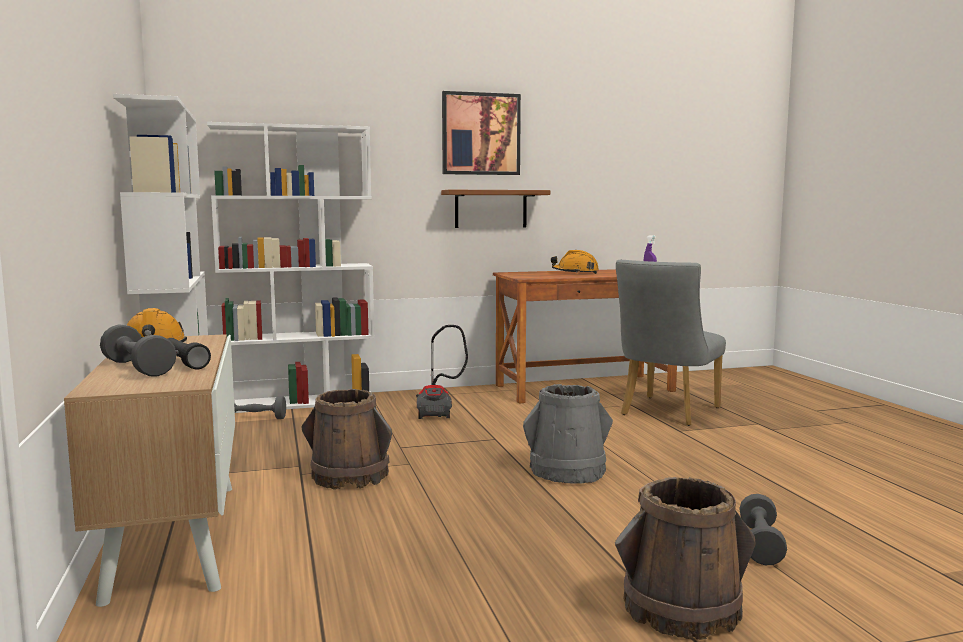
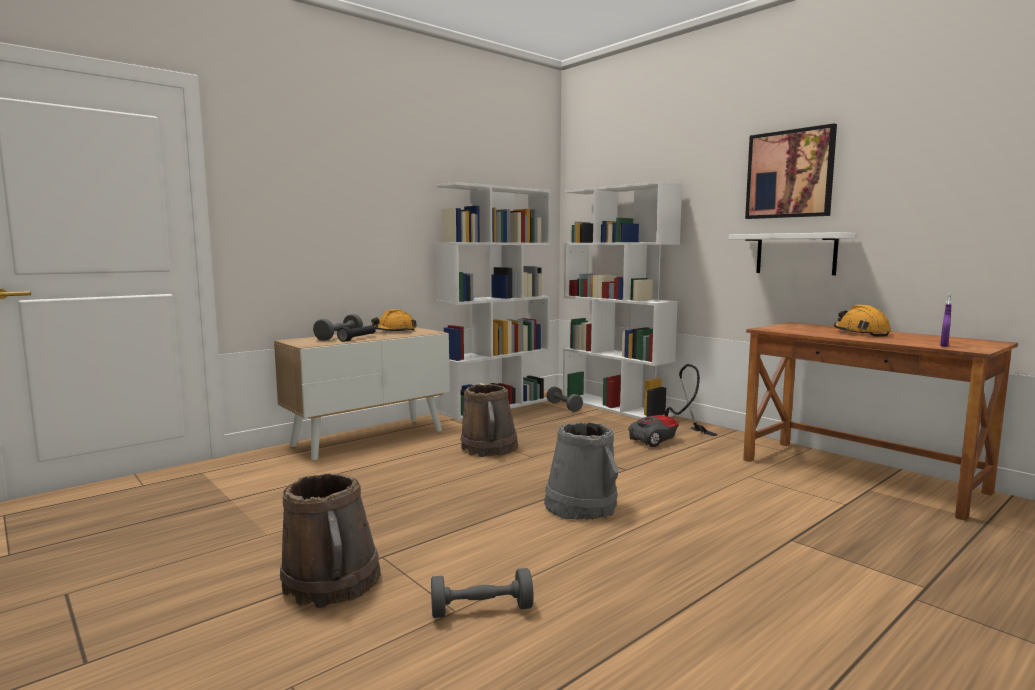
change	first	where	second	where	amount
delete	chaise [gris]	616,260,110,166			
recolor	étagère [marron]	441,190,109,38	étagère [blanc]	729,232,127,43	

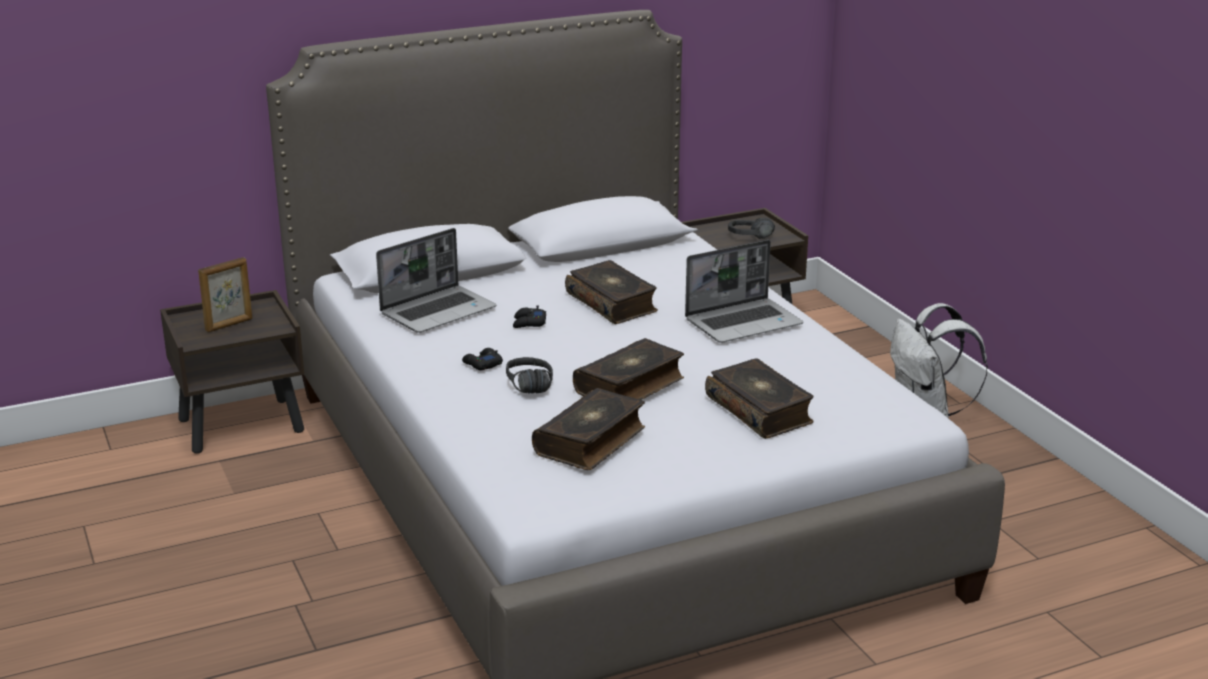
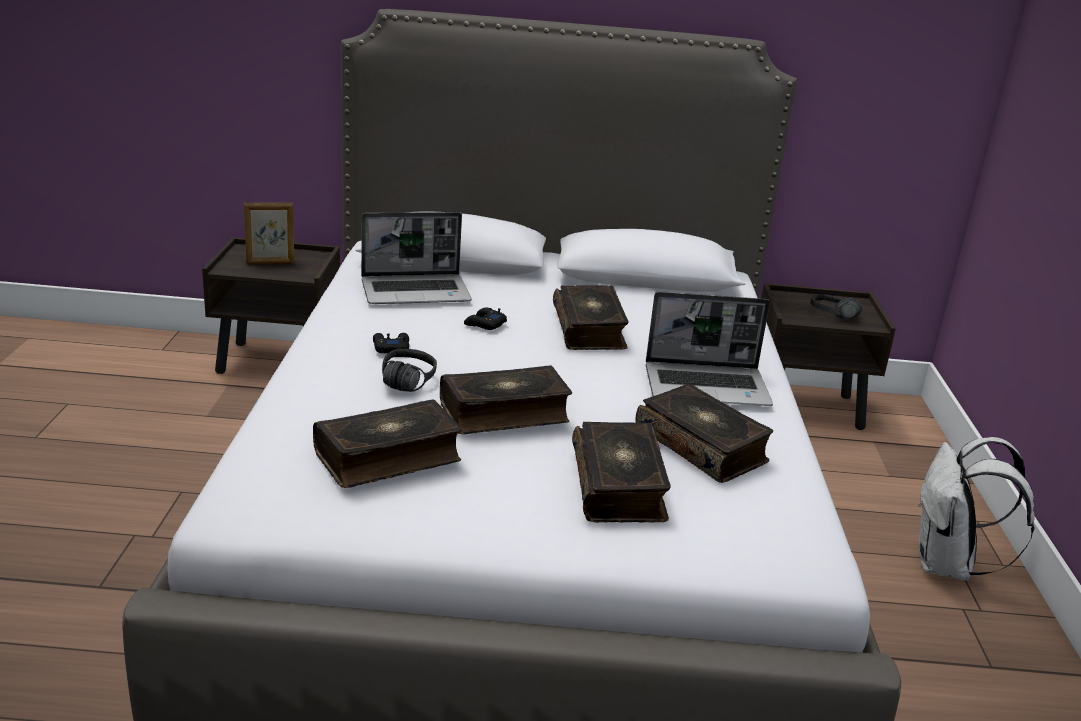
change	first	where	second	where	amount
insert			livre	635,384,138,99	

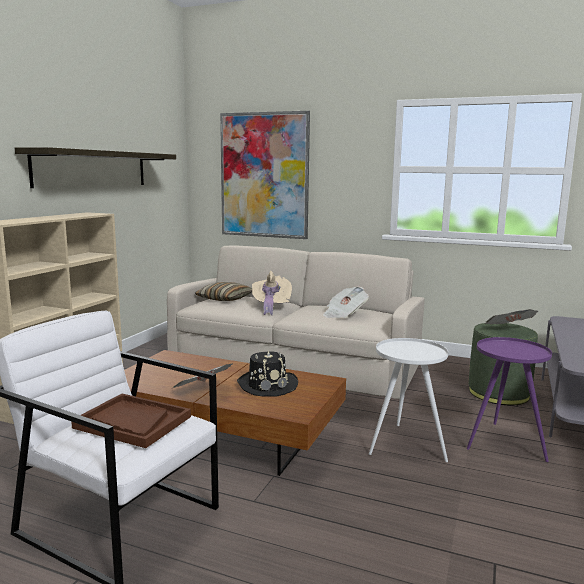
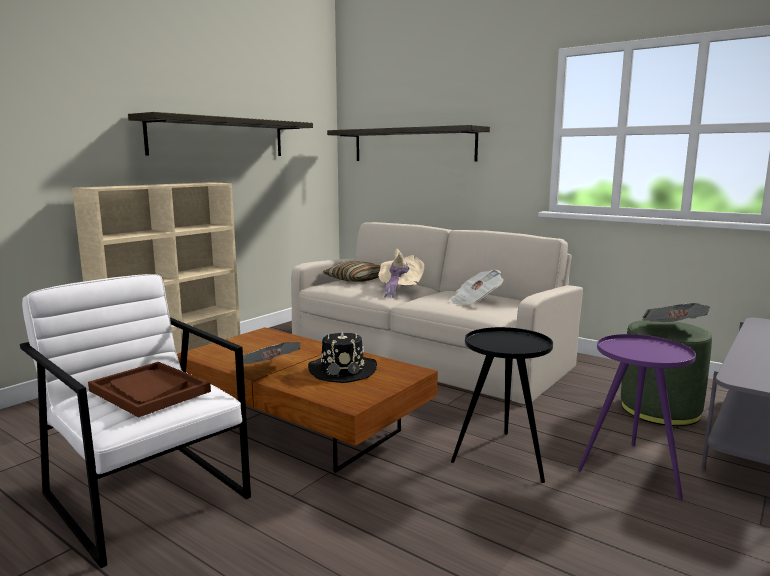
change	first	where	second	where	amount
replace	tableau	220,111,90,128	étagère	327,125,163,37	
recolor	table d'appoint [blanc]	369,338,79,124	table d'appoint [noir]	451,327,102,156	

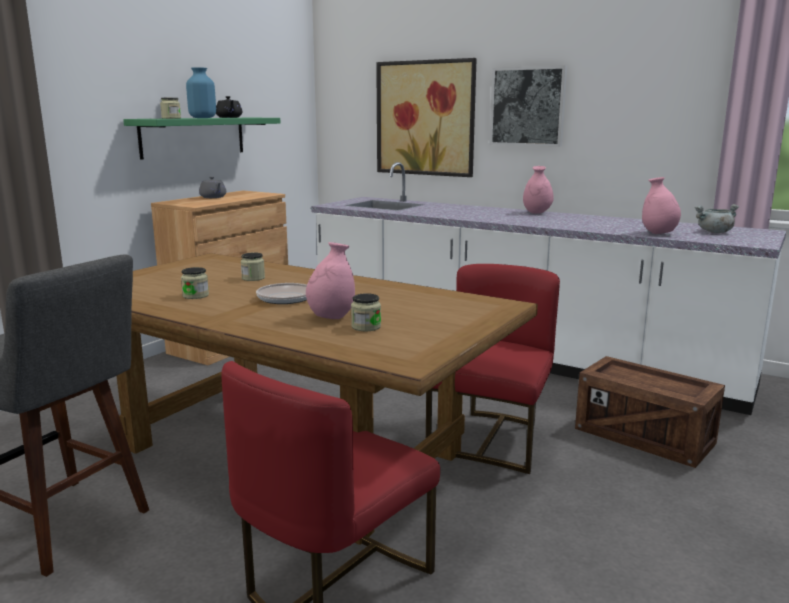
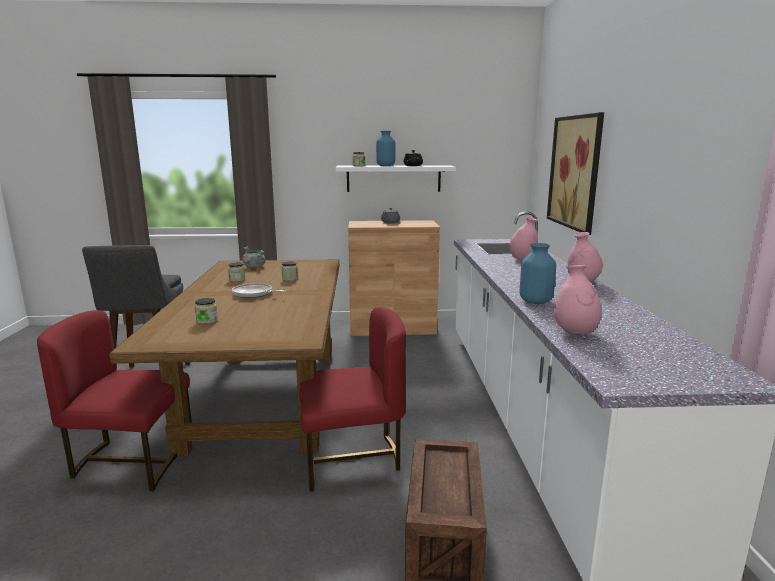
change	first	where	second	where	amount
delete	tableau	489,65,78,82			
insert			vase [bleu]	520,243,36,61	
move	vase [rose]	306,242,49,77		509,217,29,43	
move	marmite [gris]	695,204,44,29		242,247,24,21	
recolor	étagère [vert]	123,118,158,41	étagère [blanc]	335,165,121,27	

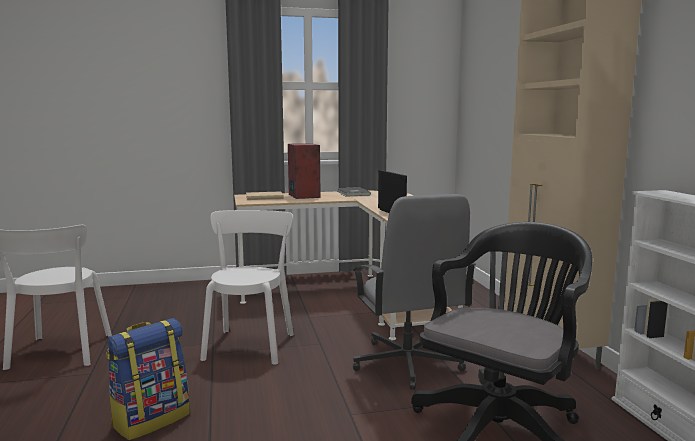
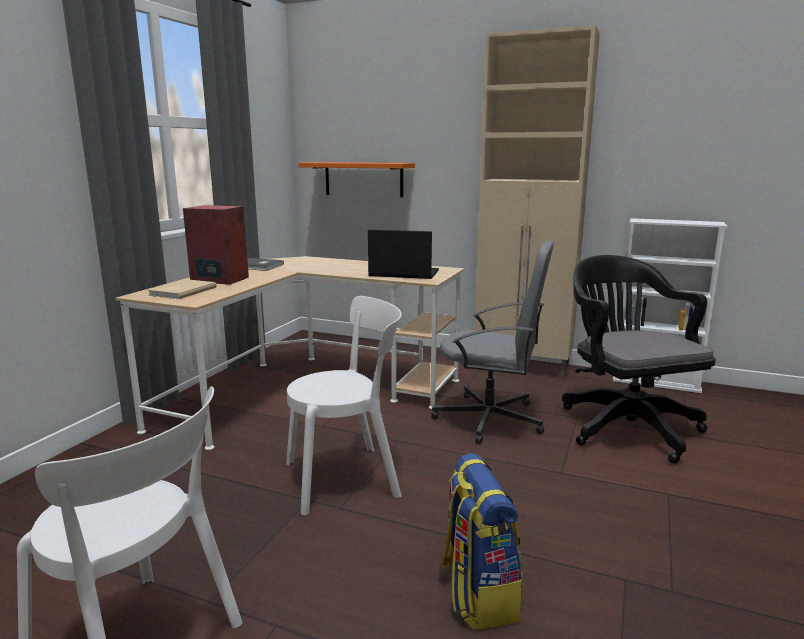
change	first	where	second	where	amount
insert			étagère [orange]	299,162,116,35	
rotate	chaise [blanc]	200,210,94,155		286,296,116,219	120 degrees clockwise

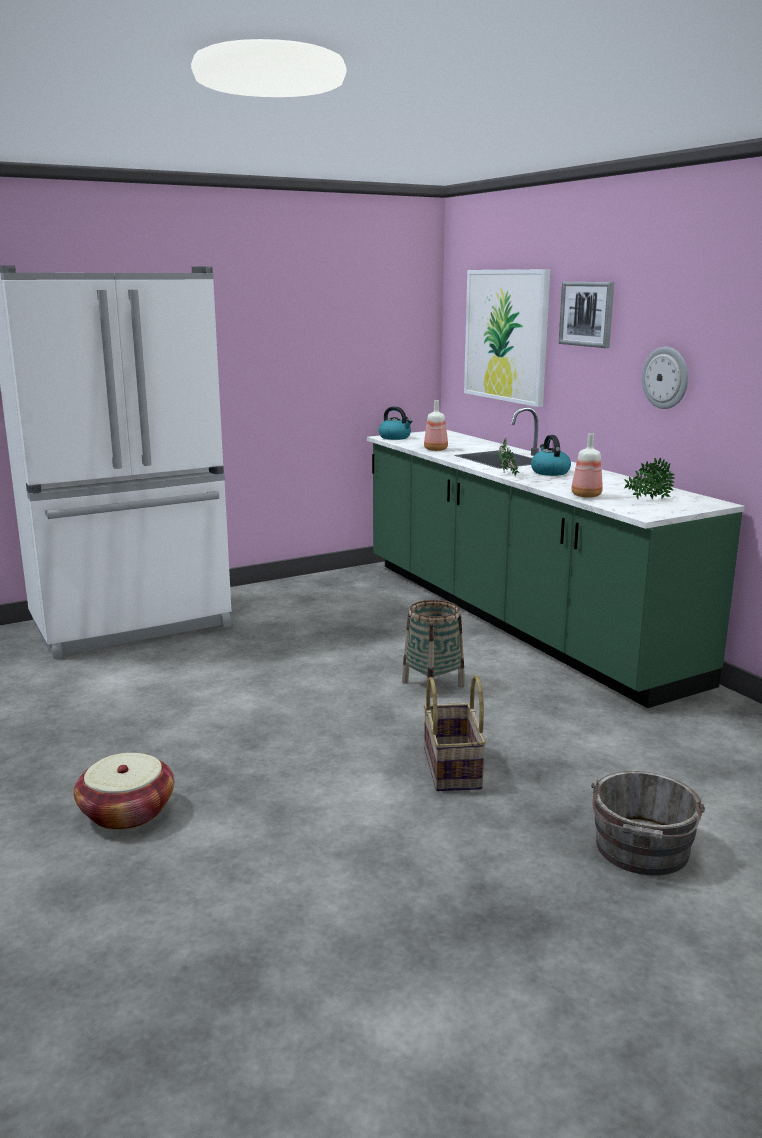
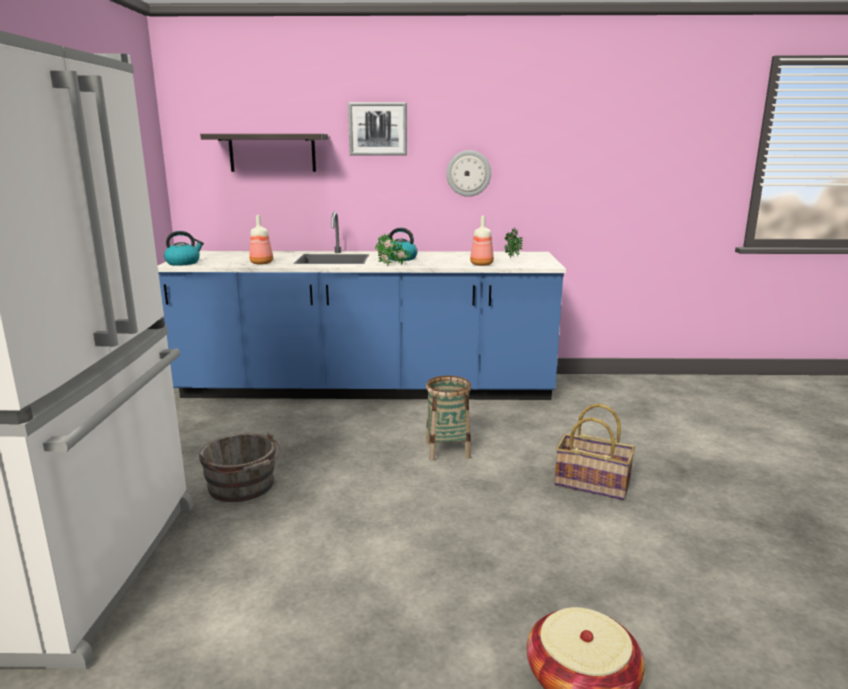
change	first	where	second	where	amount
move	seau [gris]	591,771,114,105		199,432,82,70	
replace	tableau	464,269,86,138	étagère	200,134,128,38	
recolor	comptoir de cuisine [vert]	367,407,378,301	comptoir de cuisine [bleu]	158,212,408,188	

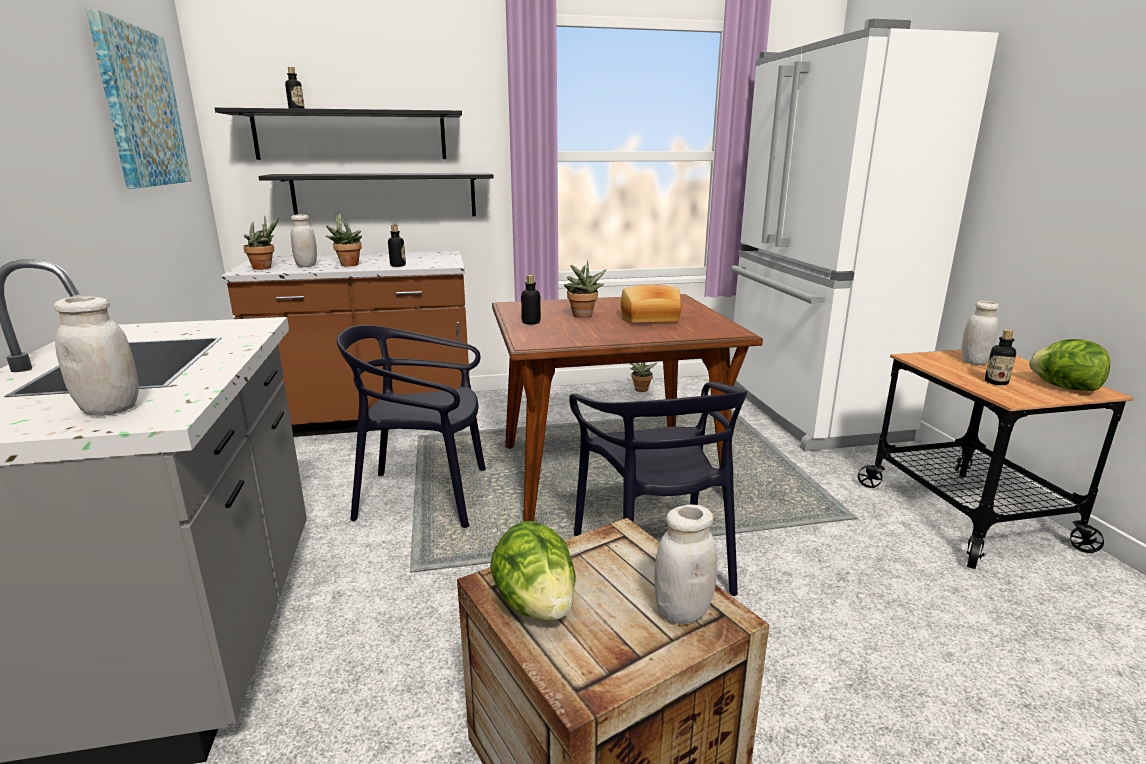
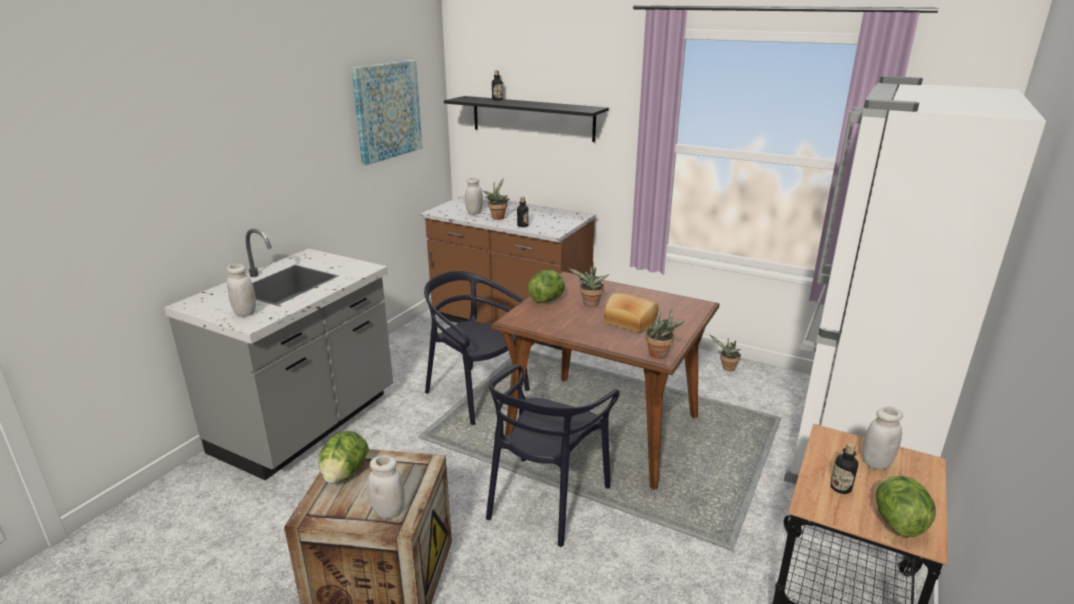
change	first	where	second	where	amount
delete	étagère [noir]	259,173,234,43			
move	plante en pot	243,216,36,54		645,309,39,50	
replace	bouteille	521,275,20,50	laitue	528,270,37,33	

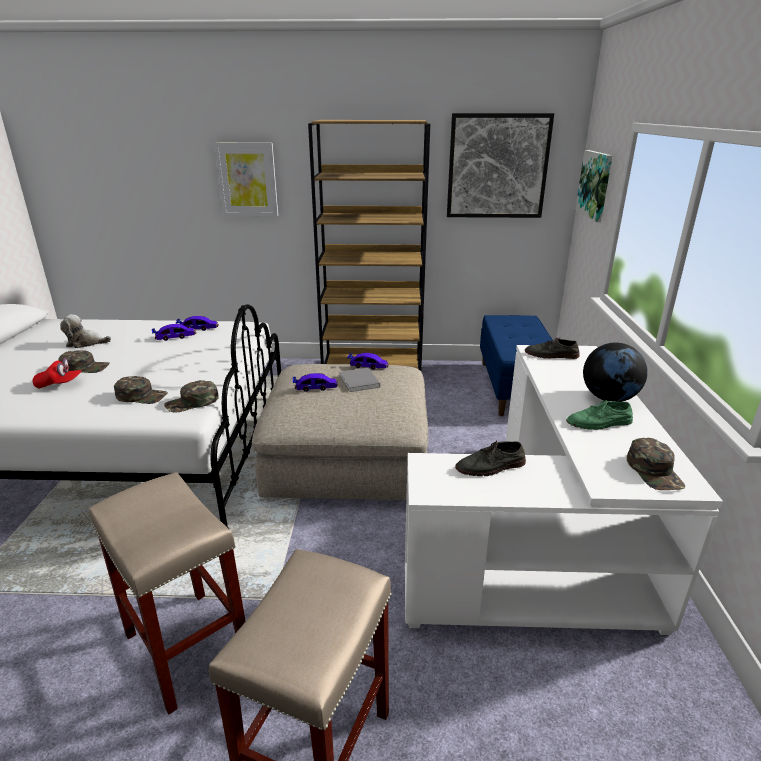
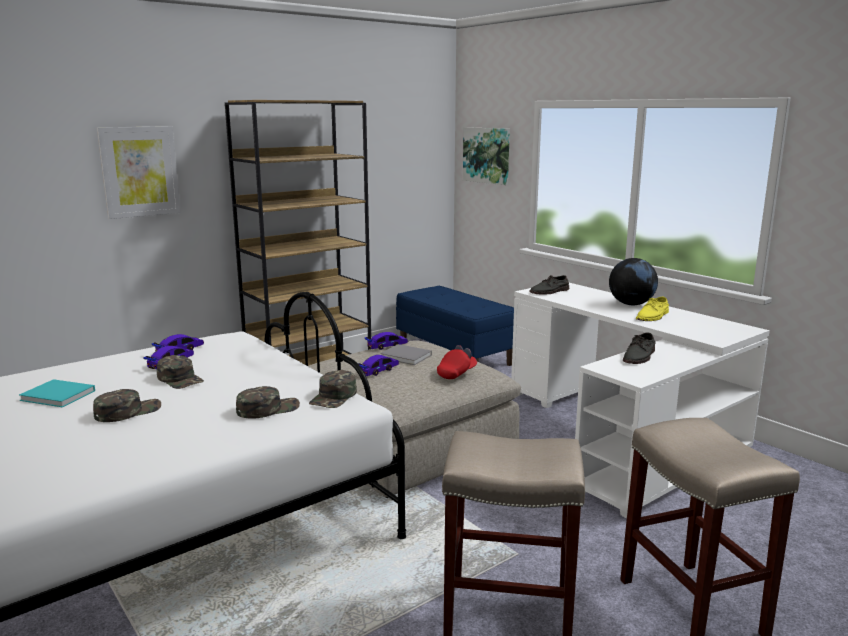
change	first	where	second	where	amount
delete	tableau	447,113,107,105			
move	casquette [rouge]	33,358,48,30		437,345,40,34	
move	casquette [vert]	627,438,58,52		157,355,47,34	
replace	peluche	60,314,51,34	livre [turquoise]	19,379,76,28	
recolor	chaussure [vert]	566,400,67,30	chaussure [jaune]	636,297,33,24	

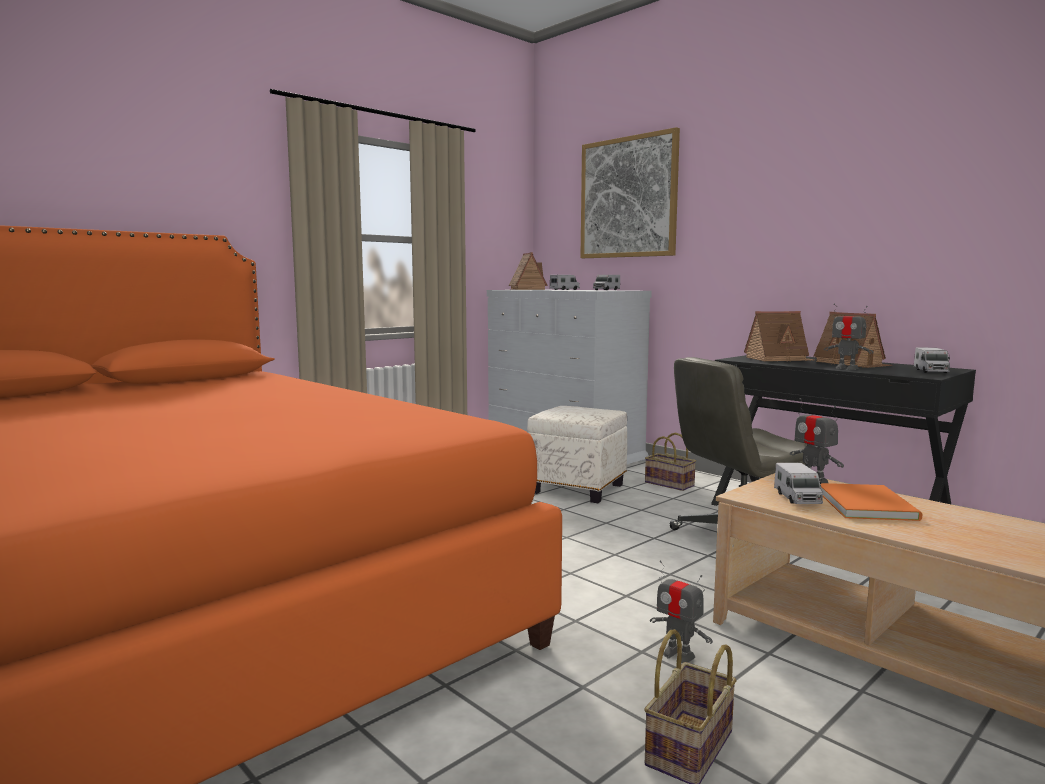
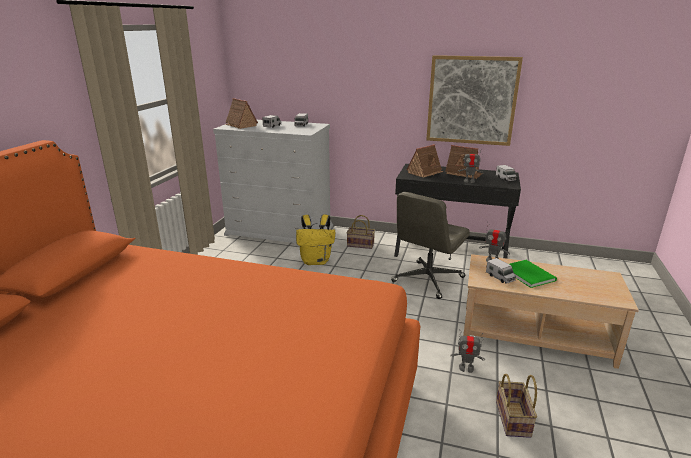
change	first	where	second	where	amount
move	tableau	580,127,100,131		426,55,97,91	
replace	pouf [blanc]	527,406,100,97	sac à dos [jaune]	296,214,39,51	
recolor	livre [orange]	820,483,102,38	livre [vert]	509,260,48,28	

